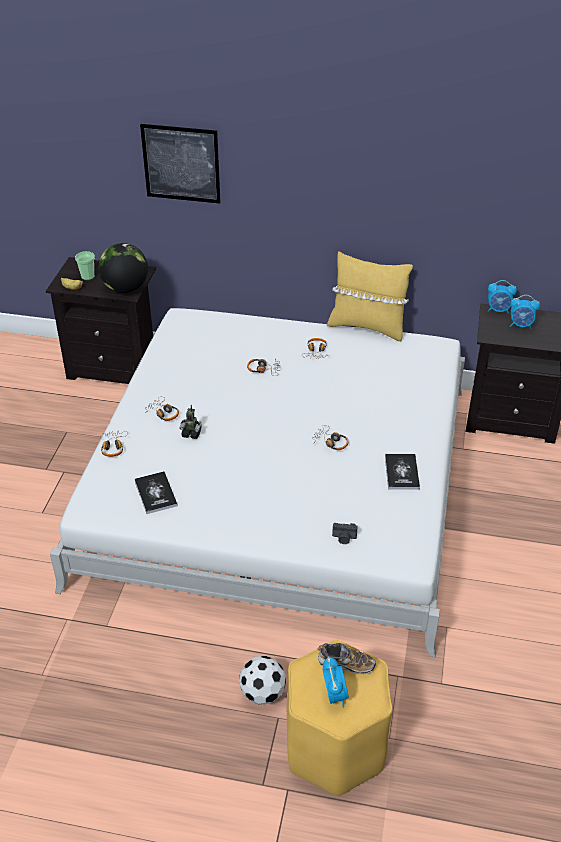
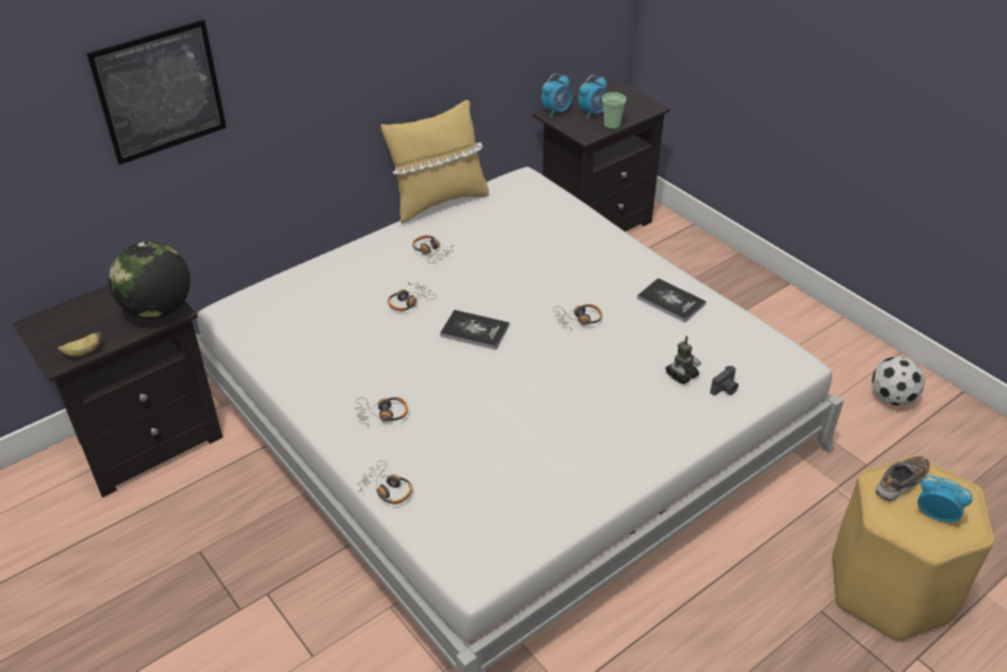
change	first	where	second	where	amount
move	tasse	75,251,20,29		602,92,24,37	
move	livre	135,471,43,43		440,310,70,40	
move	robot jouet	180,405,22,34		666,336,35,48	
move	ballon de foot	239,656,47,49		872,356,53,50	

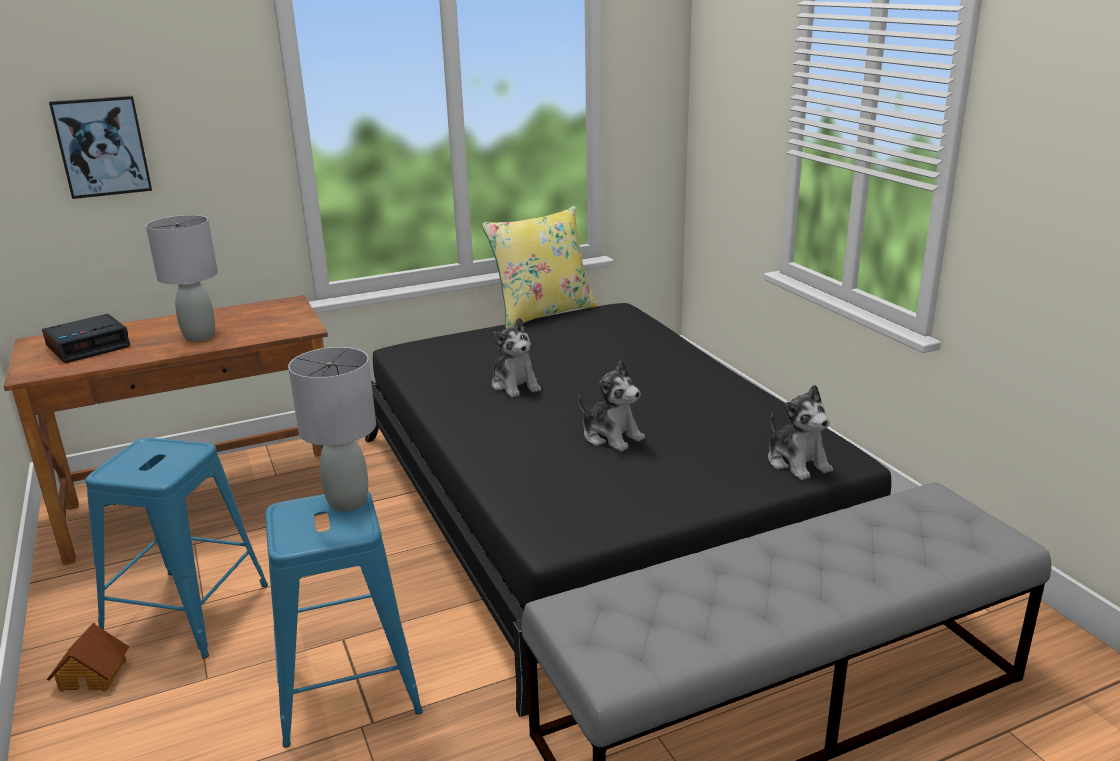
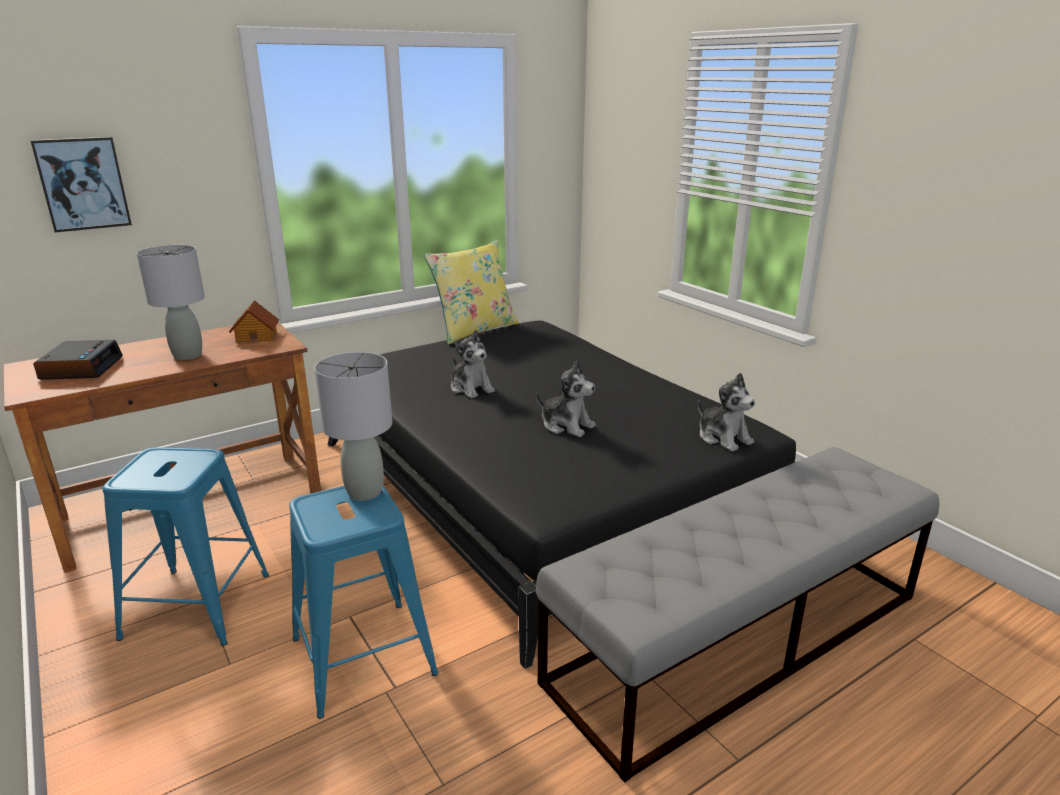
change	first	where	second	where	amount
move	maison miniature	47,622,82,70		229,300,50,43	
rotate	réveil	42,314,88,49		33,340,90,40	45 degrees counterclockwise

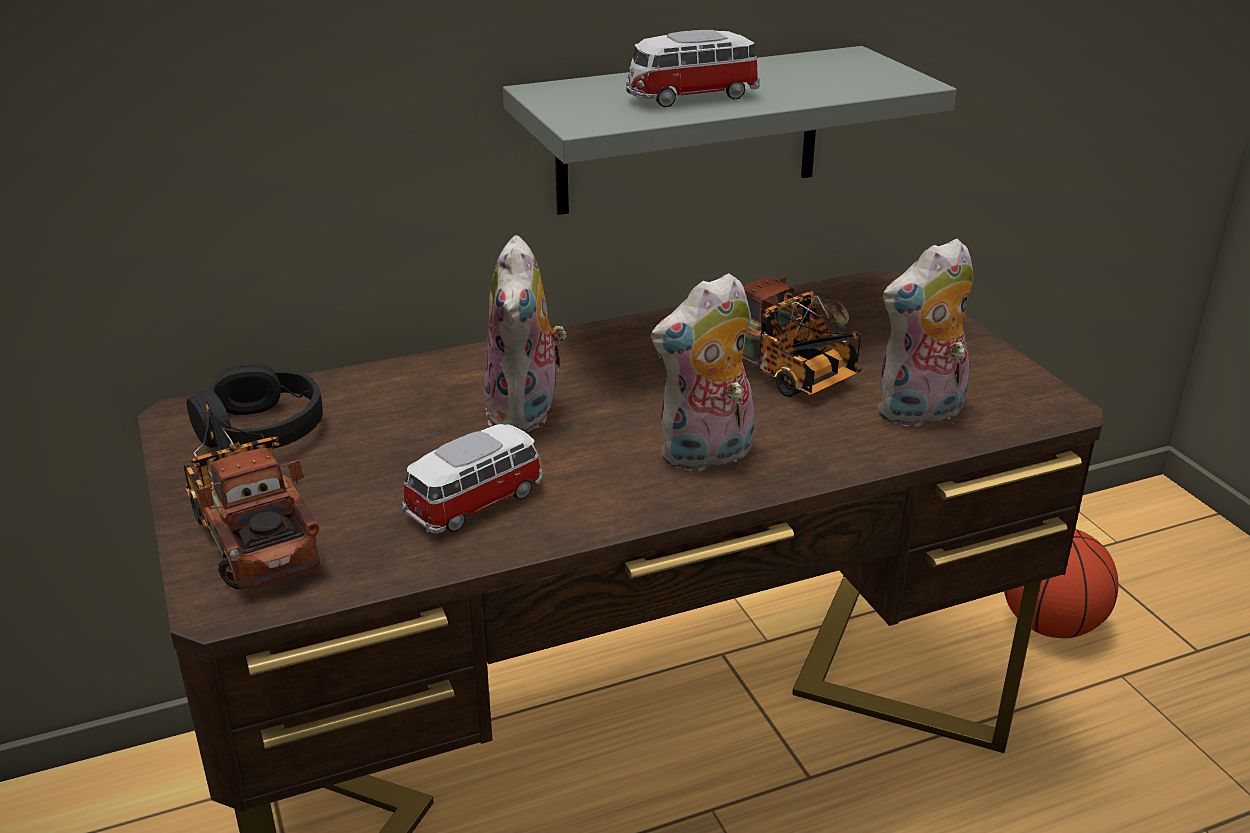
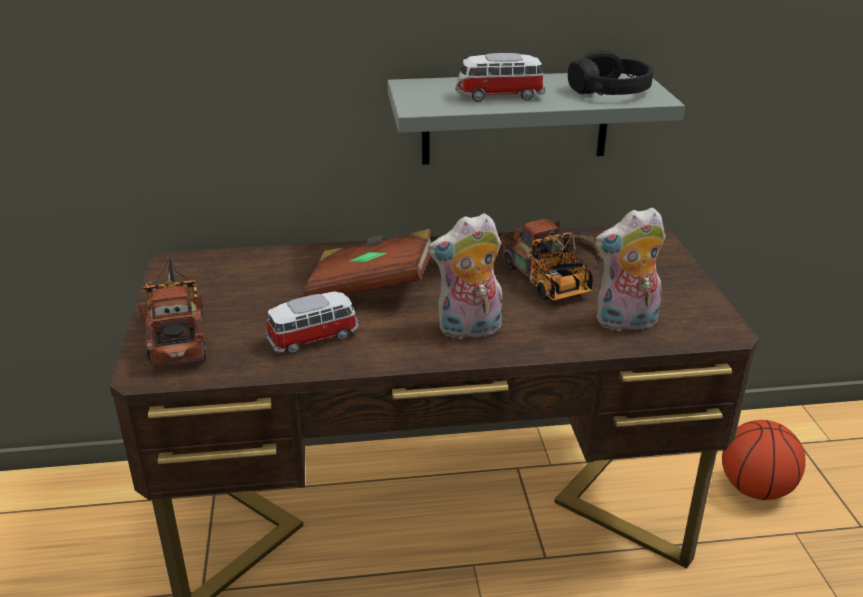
change	first	where	second	where	amount
move	casque audio [noir]	187,363,136,86		568,50,85,45	
replace	peluche	484,235,82,197	livre [marron]	303,229,129,68	

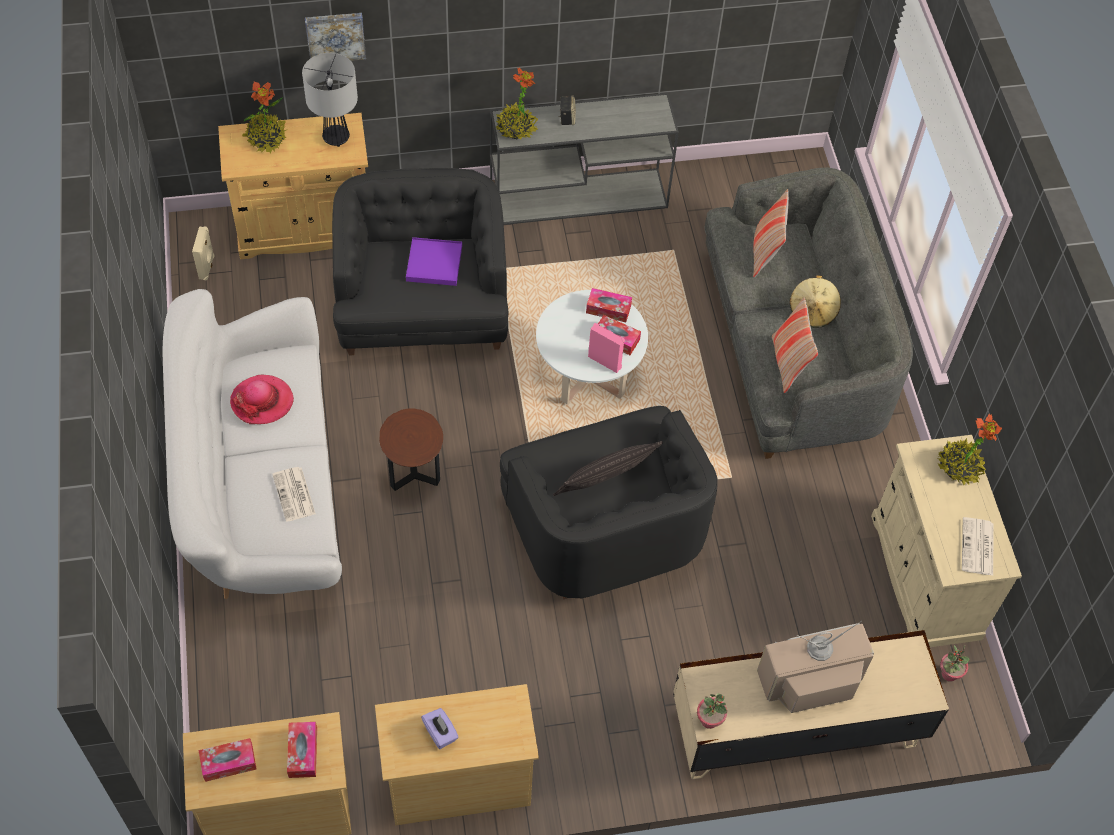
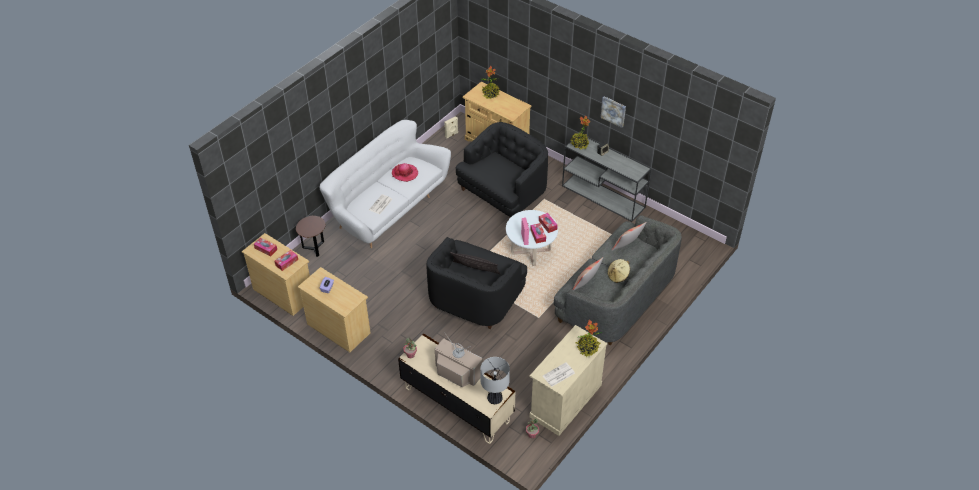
change	first	where	second	where	amount
delete	plateau [violet]	406,237,56,49			
move	lampe de table	302,53,56,94		480,357,30,47	
move	tableau	305,13,61,48		601,96,25,32	
move	table d'appoint [marron]	379,408,64,83		296,216,30,41	

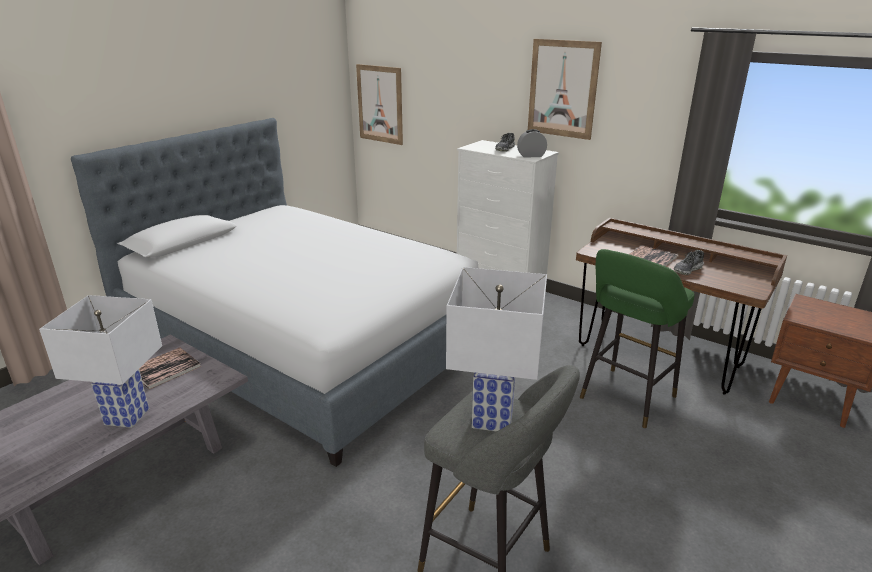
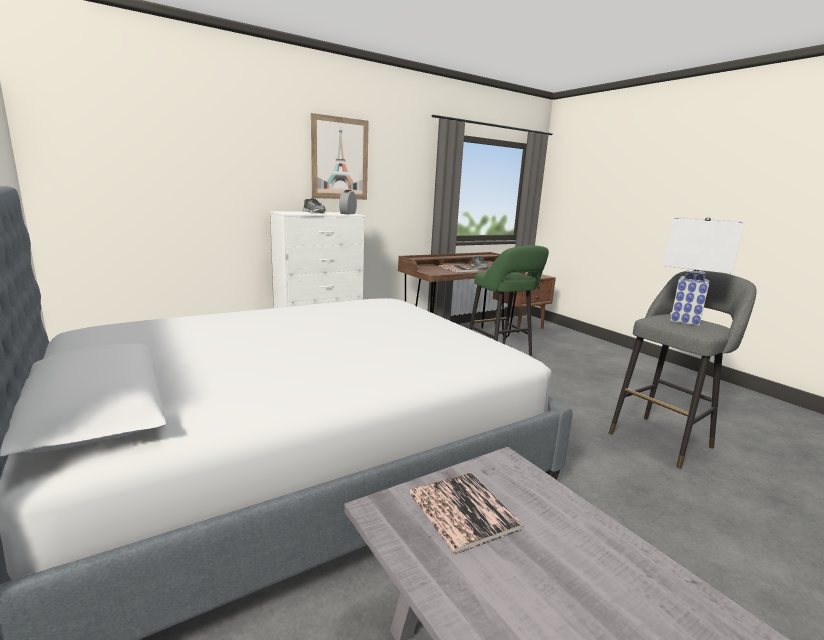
change	first	where	second	where	amount
delete	lampe de table [blanc]	39,295,123,133			
delete	tableau	356,64,47,81			

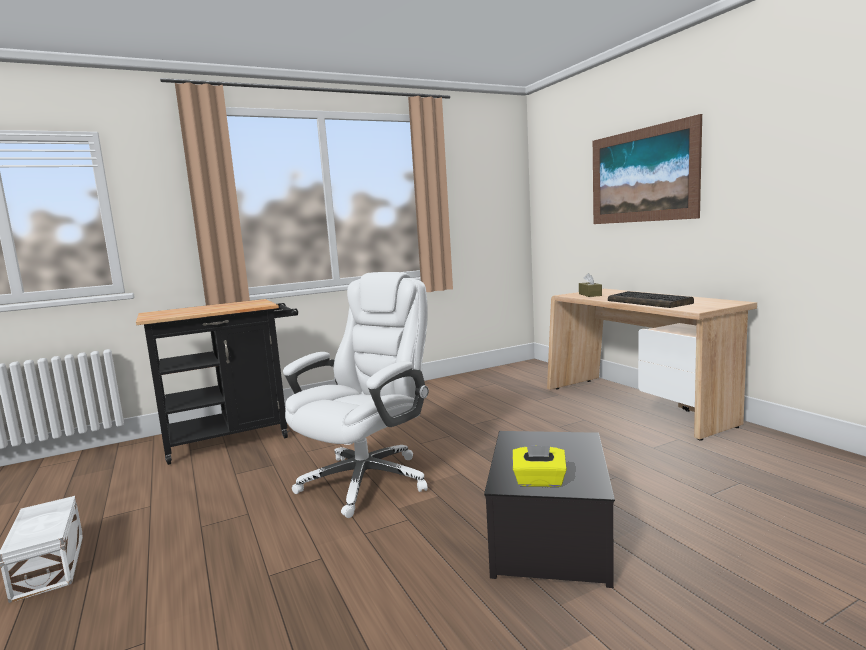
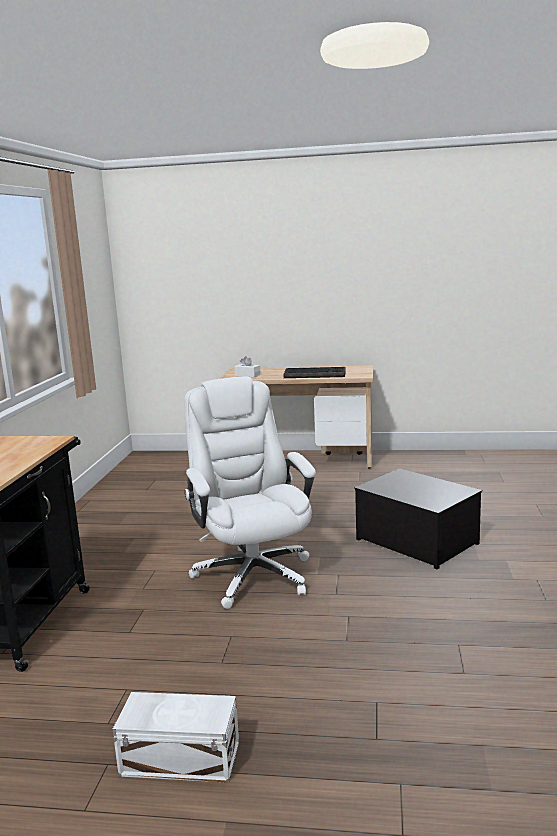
change	first	where	second	where	amount
delete	boîte à mouchoirs [jaune]	512,445,55,42			
delete	tableau	593,114,109,110			
recolor	boîte à mouchoirs [marron]	579,273,23,24	boîte à mouchoirs [blanc]	234,356,27,21	

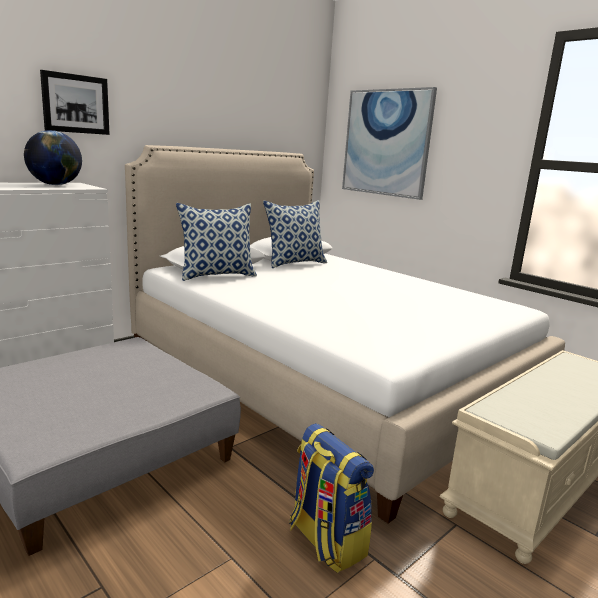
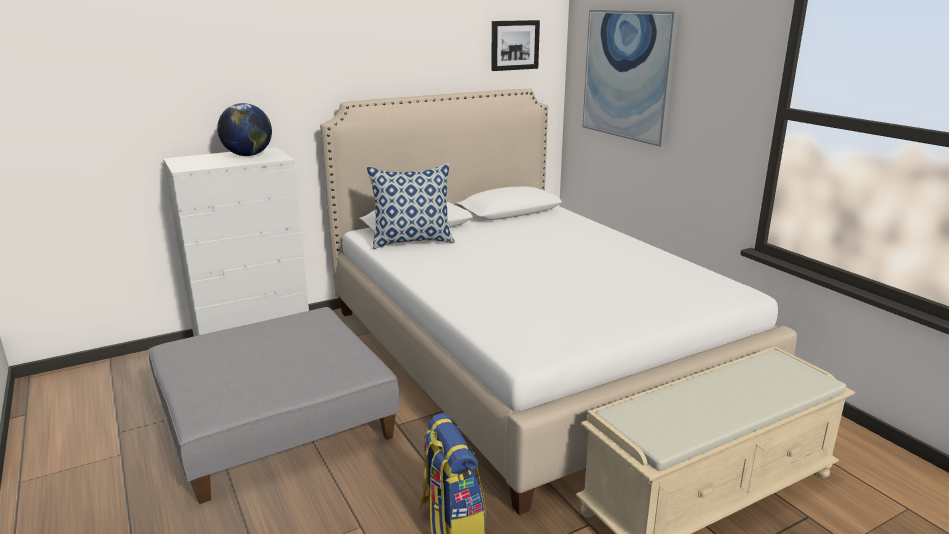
change	first	where	second	where	amount
delete	coussin	263,200,64,68			
move	tableau	40,70,70,65		491,20,49,51	

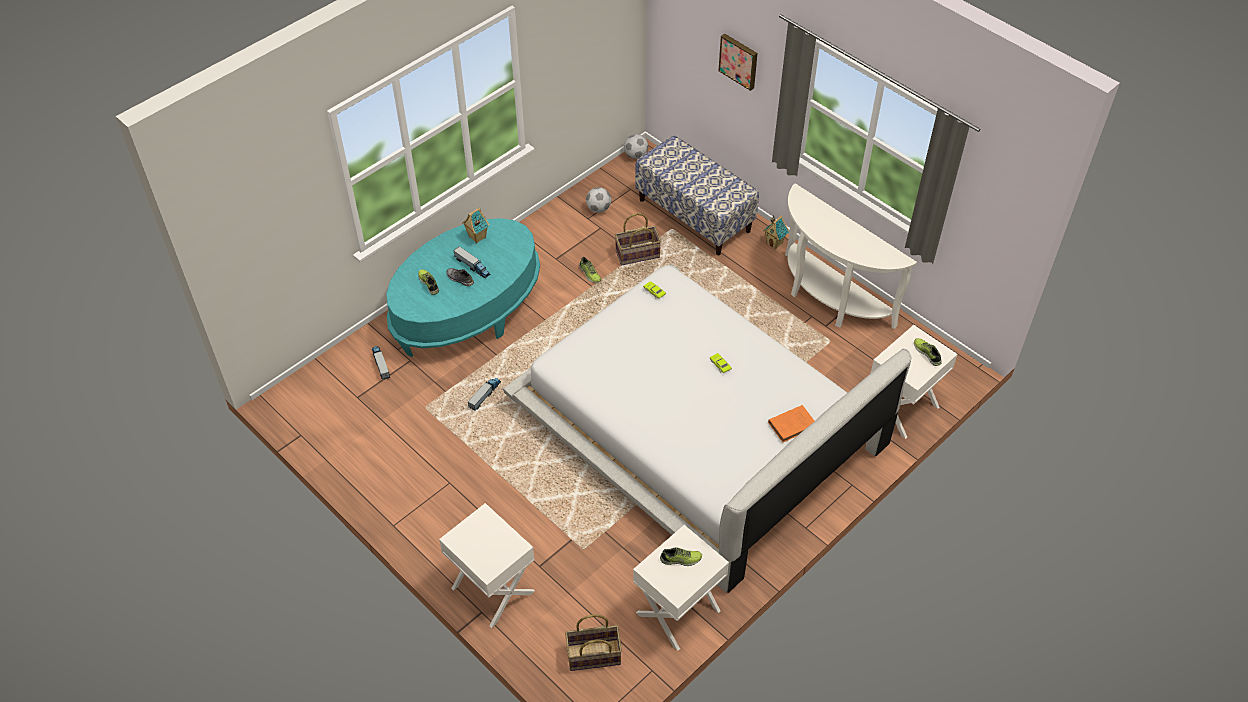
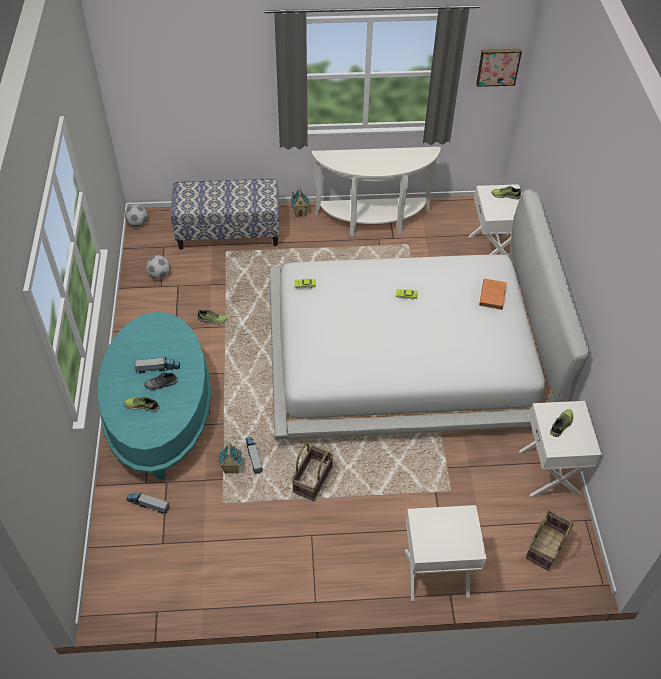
change	first	where	second	where	amount
move	maison miniature	462,208,27,36		219,442,23,32	
move	panier	615,213,46,52		292,443,42,58	
move	tableau	718,34,40,57		476,49,46,38	

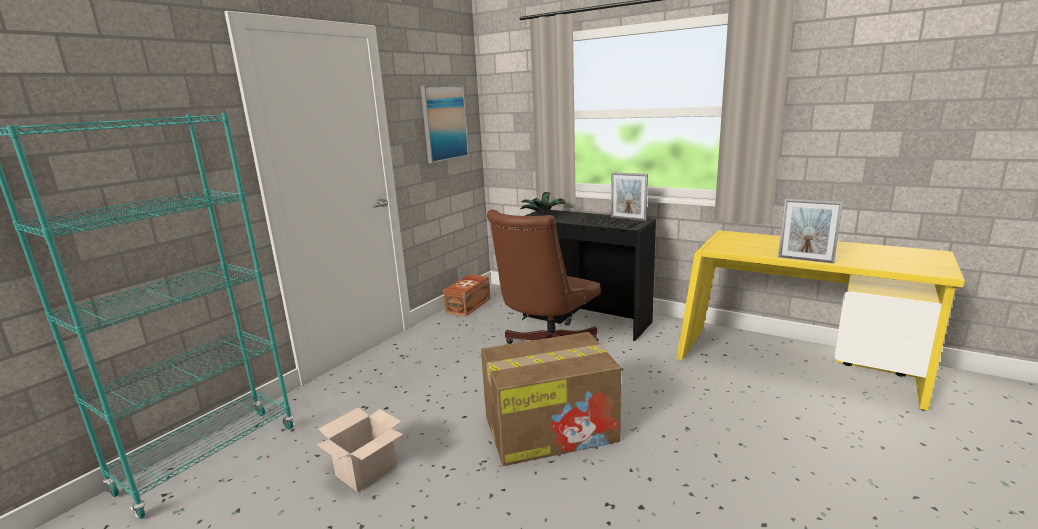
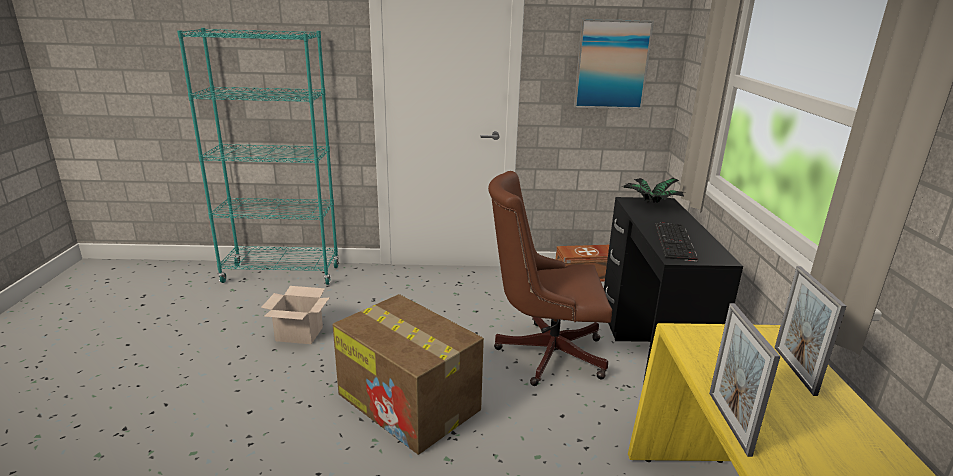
change	first	where	second	where	amount
move	cadre photo	611,172,37,49		775,266,71,130	

